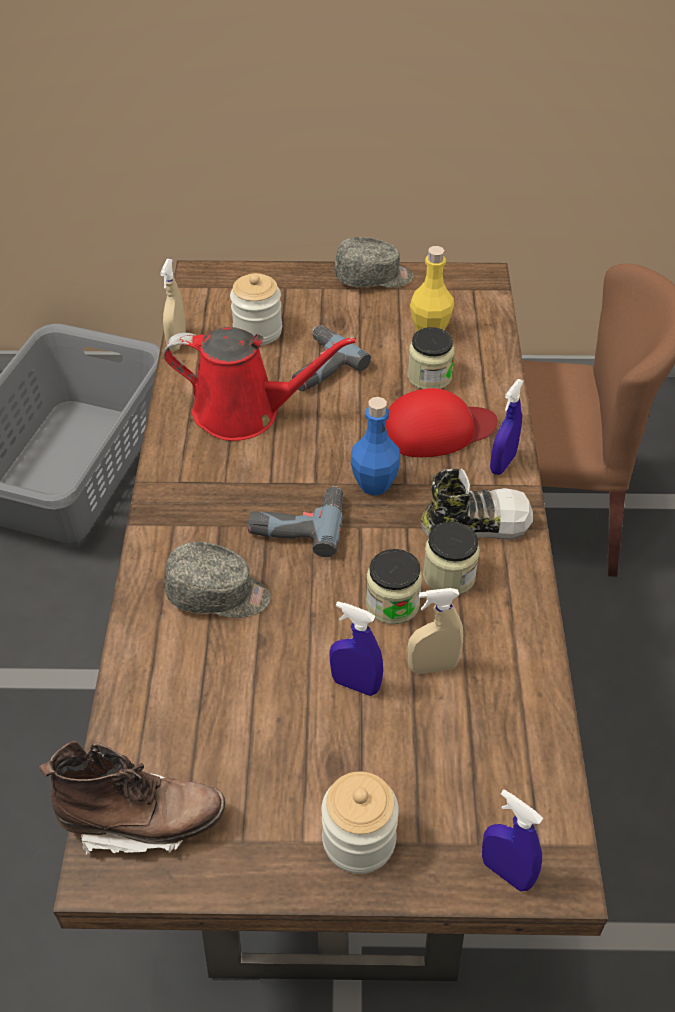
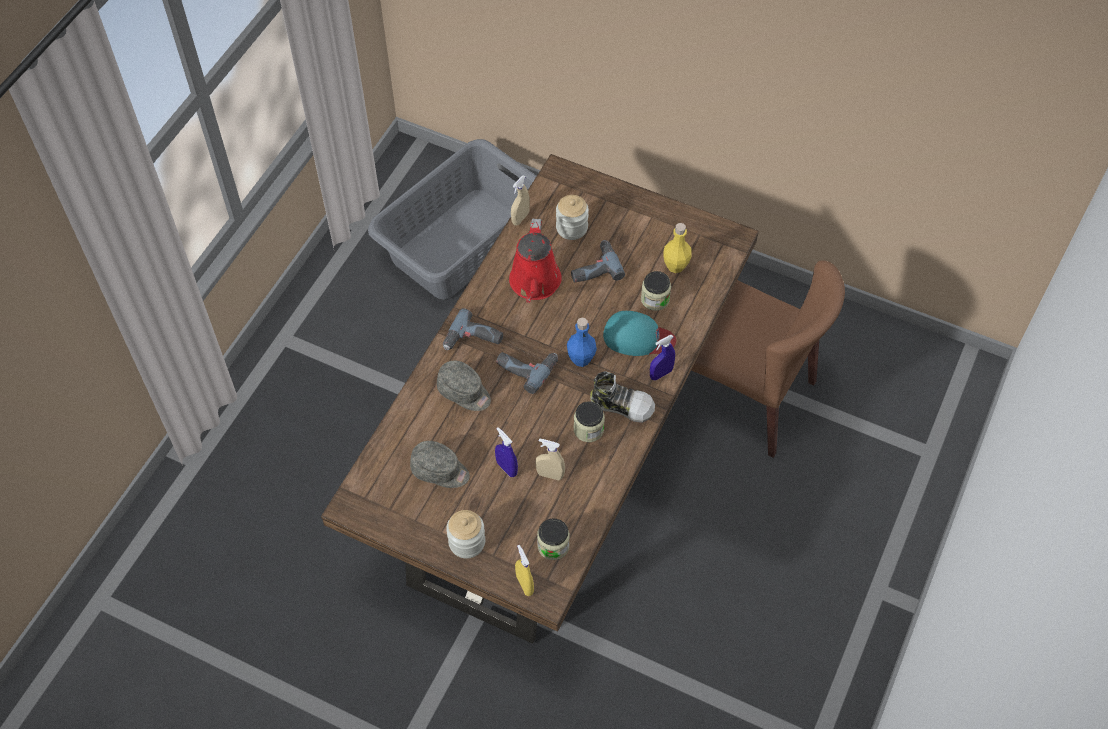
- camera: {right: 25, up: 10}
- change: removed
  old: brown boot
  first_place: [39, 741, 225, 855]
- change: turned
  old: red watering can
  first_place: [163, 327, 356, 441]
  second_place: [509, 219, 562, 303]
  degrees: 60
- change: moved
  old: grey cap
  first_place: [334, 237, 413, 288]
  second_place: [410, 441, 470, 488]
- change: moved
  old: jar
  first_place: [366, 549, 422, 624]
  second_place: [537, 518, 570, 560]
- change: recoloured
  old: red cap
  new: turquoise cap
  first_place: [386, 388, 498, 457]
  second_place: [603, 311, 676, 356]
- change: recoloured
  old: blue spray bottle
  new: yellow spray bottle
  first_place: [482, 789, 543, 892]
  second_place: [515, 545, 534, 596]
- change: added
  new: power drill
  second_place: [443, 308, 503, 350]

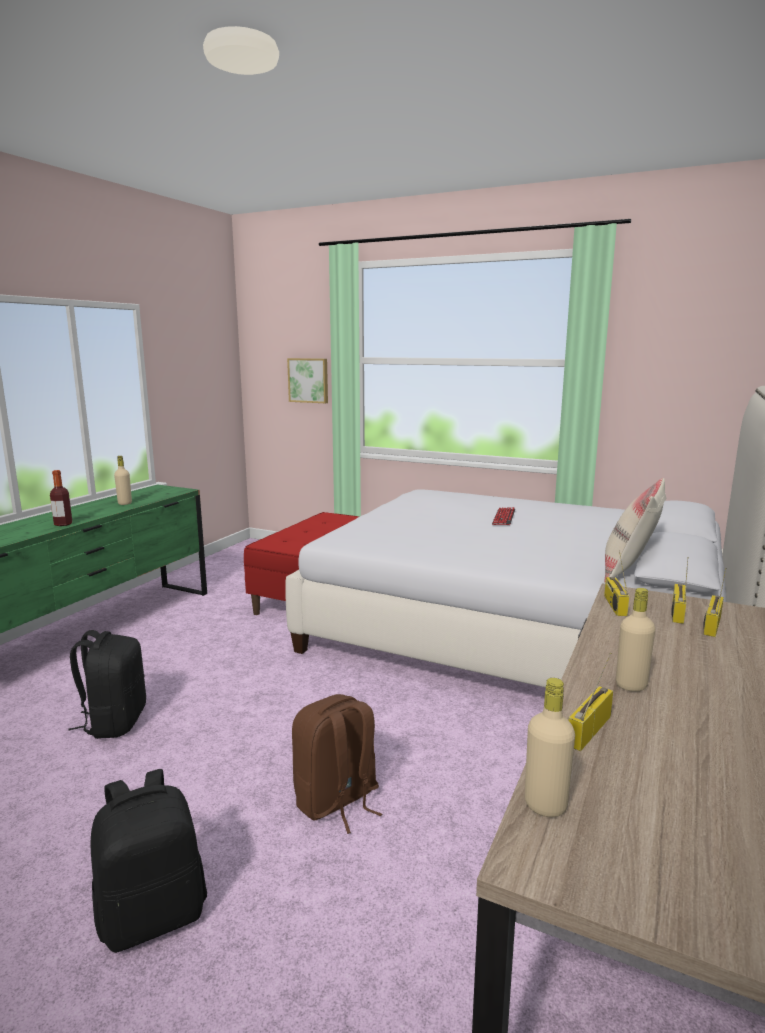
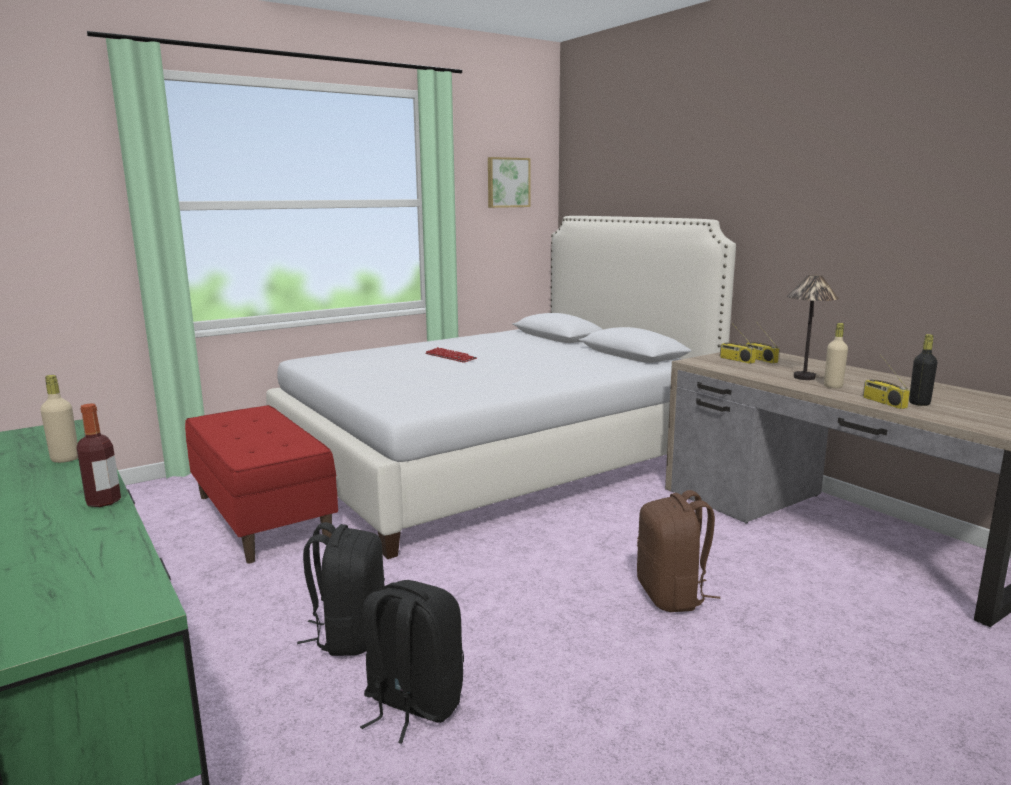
- camera: {right: -60, up: 0}
- change: moved
  old: black backpack
  first_place: [90, 769, 207, 953]
  second_place: [297, 522, 385, 656]
- change: moved
  old: picture
  first_place: [287, 358, 328, 403]
  second_place: [488, 157, 530, 208]
- change: removed
  old: beige bottle
  first_place: [525, 678, 575, 817]
- change: removed
  old: radio
  first_place: [604, 550, 629, 616]
- change: removed
  old: beige pillow
  first_place: [605, 478, 666, 583]
- change: added
  new: table lamp
  second_place: [787, 275, 839, 380]
- change: added
  new: black bottle
  second_place: [909, 334, 937, 406]

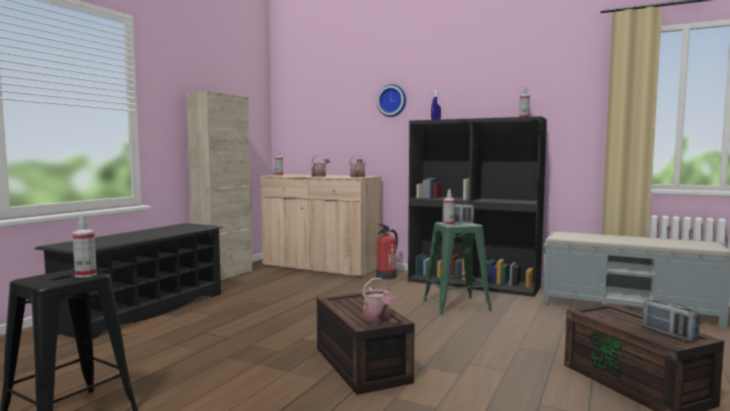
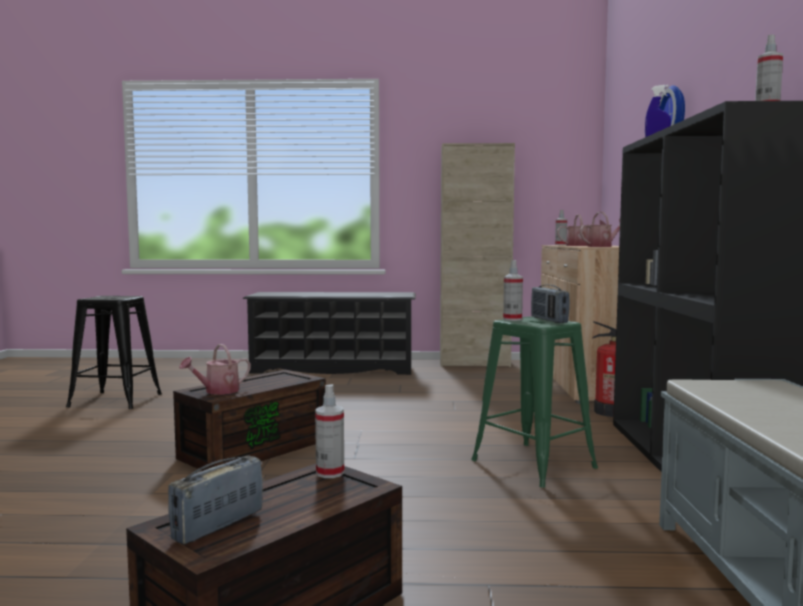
- camera: {right: 65, up: 0}
- change: moved
  old: spray bottle
  first_place: [72, 215, 97, 278]
  second_place: [315, 384, 344, 478]

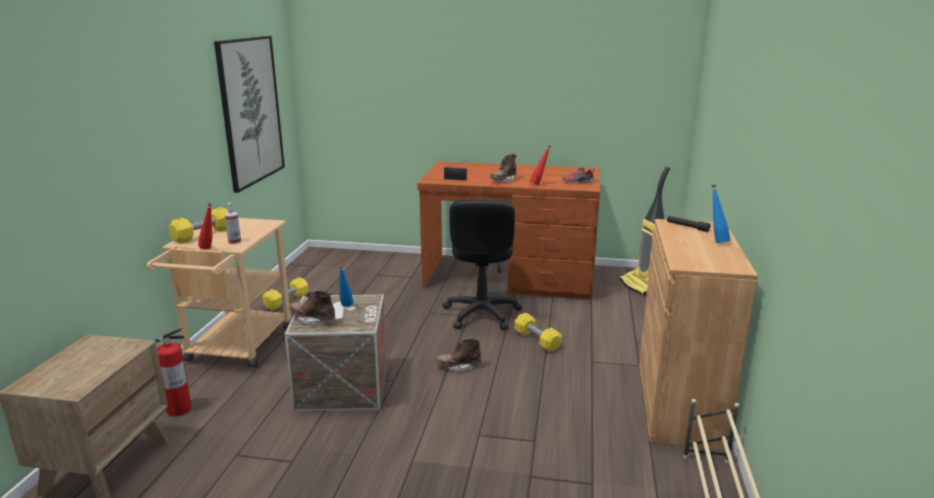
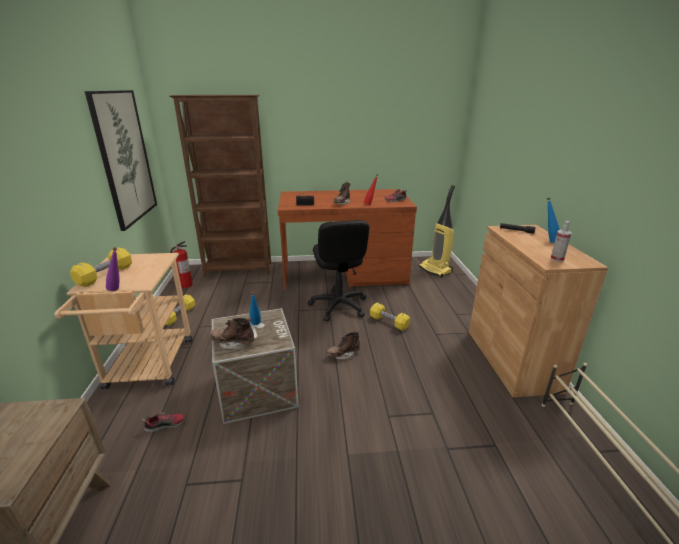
- camera: {right: -15, up: 5}
- change: moved
  old: fire extinguisher
  first_place: [154, 328, 192, 416]
  second_place: [170, 241, 193, 288]
- change: recoloured
  old: red bottle
  new: purple bottle
  first_place: [198, 203, 213, 249]
  second_place: [106, 247, 120, 291]
- change: moved
  old: spray bottle
  first_place: [225, 203, 241, 244]
  second_place: [550, 221, 572, 262]
- change: added
  new: shoe
  second_place: [142, 411, 186, 433]
- change: added
  new: brown bookcase
  second_place: [170, 95, 271, 277]

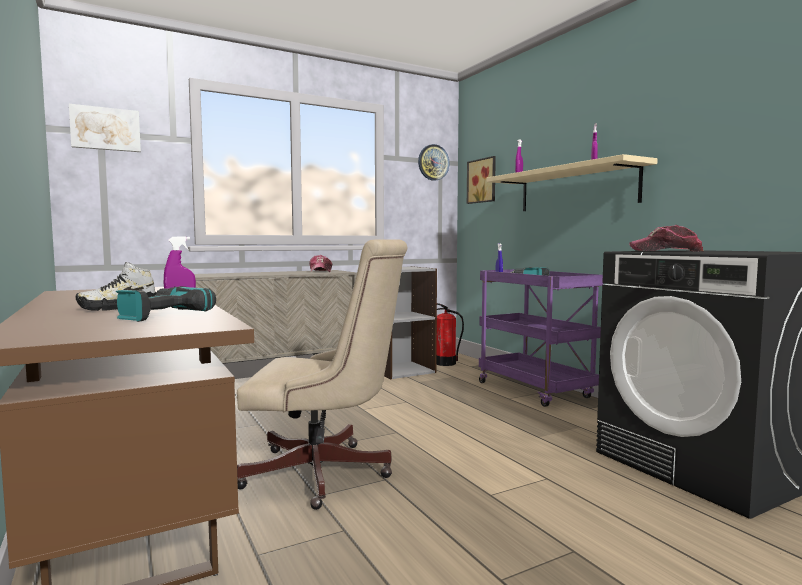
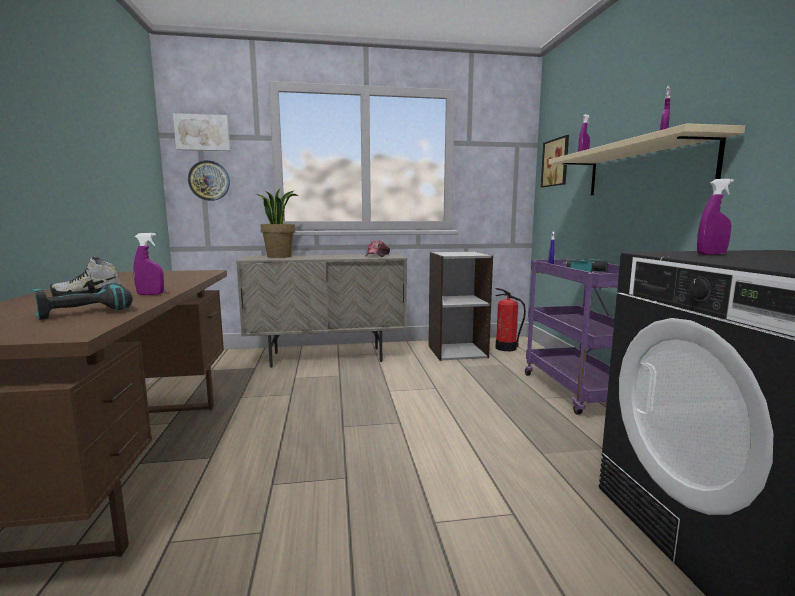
- camera: {right: 20, up: 5}
- change: removed
  old: beige office chair
  first_place: [237, 239, 407, 510]
- change: moved
  old: wall clock
  first_place: [418, 144, 450, 181]
  second_place: [188, 160, 230, 201]
- change: replaced
  old: cap
  new: purple spray bottle
  first_place: [629, 225, 704, 251]
  second_place: [697, 179, 734, 255]
- change: added
  new: potted plant
  second_place: [256, 189, 299, 258]

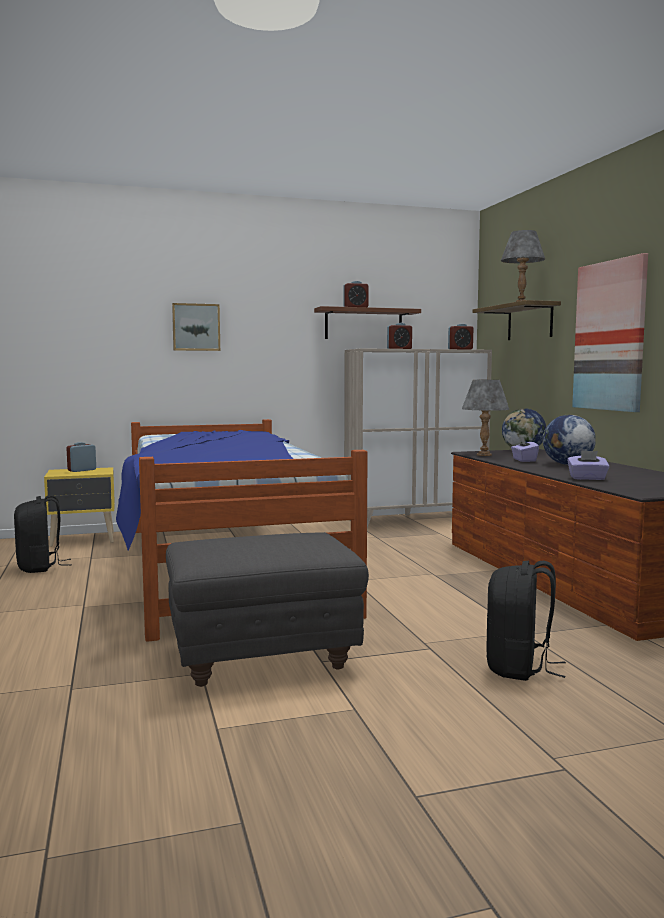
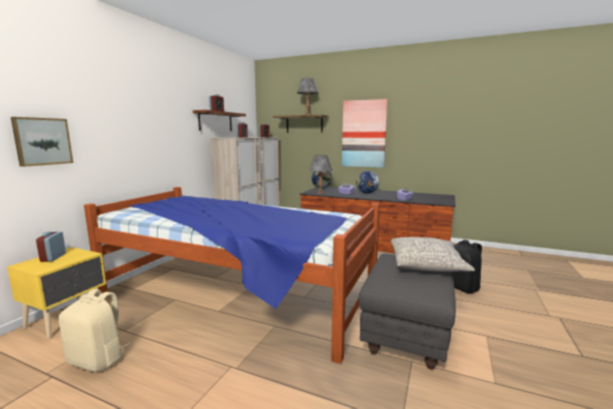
- camera: {right: -50, up: 5}
- change: recoloured
  old: black backpack
  new: beige backpack
  first_place: [14, 495, 72, 573]
  second_place: [59, 289, 130, 372]
- change: moved
  old: picture
  first_place: [172, 303, 220, 351]
  second_place: [11, 117, 73, 167]
- change: added
  new: grey pillow
  second_place: [391, 237, 475, 272]

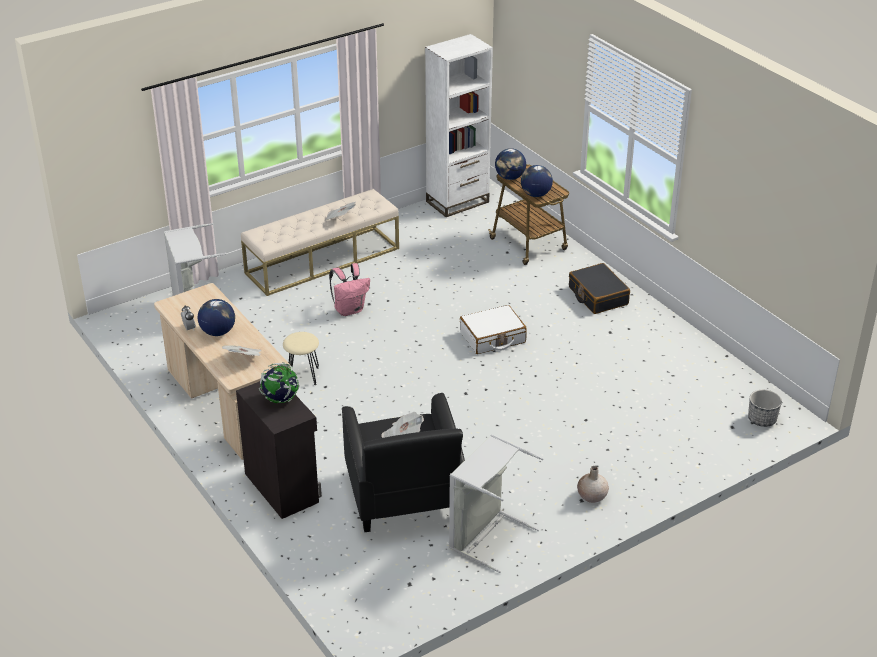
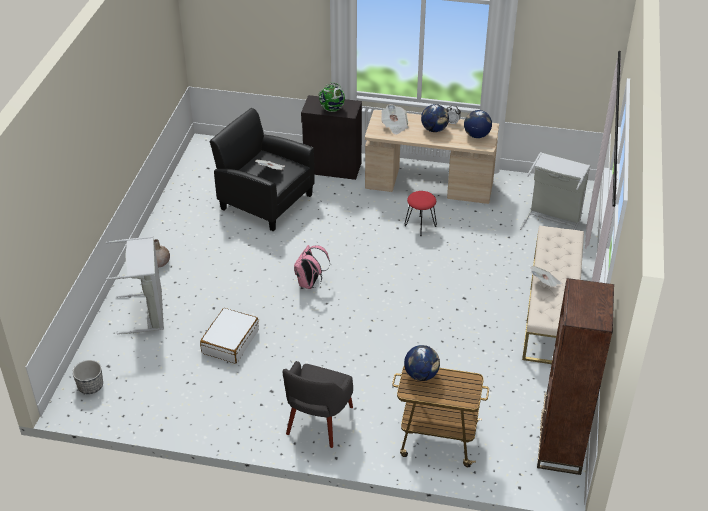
- camera: {right: 135, up: 5}
- change: recoloured
  old: beige stool
  new: red stool
  first_place: [283, 332, 319, 385]
  second_place: [404, 191, 437, 236]
- change: moved
  old: pink backpack
  first_place: [329, 263, 370, 316]
  second_place: [294, 245, 330, 289]
- change: recoloured
  old: white bookcase
  new: brown bookcase
  first_place: [425, 34, 493, 217]
  second_place: [537, 278, 614, 475]
- change: moved
  old: grey laundry basket
  first_place: [449, 434, 543, 573]
  second_place: [106, 236, 164, 335]
- change: moved
  old: white suitcase
  first_place: [460, 305, 527, 354]
  second_place: [200, 308, 259, 364]
- change: moved
  old: globe
  first_place: [495, 148, 526, 180]
  second_place: [464, 110, 492, 138]
- change: replaced
  old: black suitcase
  new: grey armchair
  first_place: [569, 263, 630, 314]
  second_place: [283, 361, 353, 448]

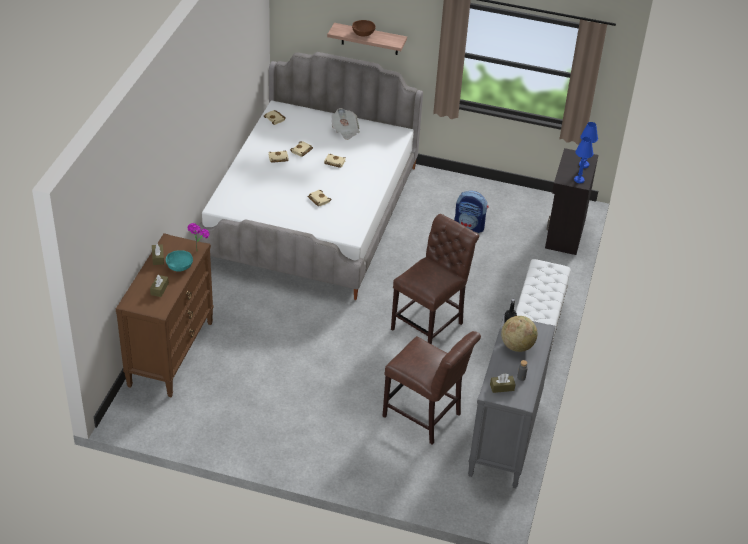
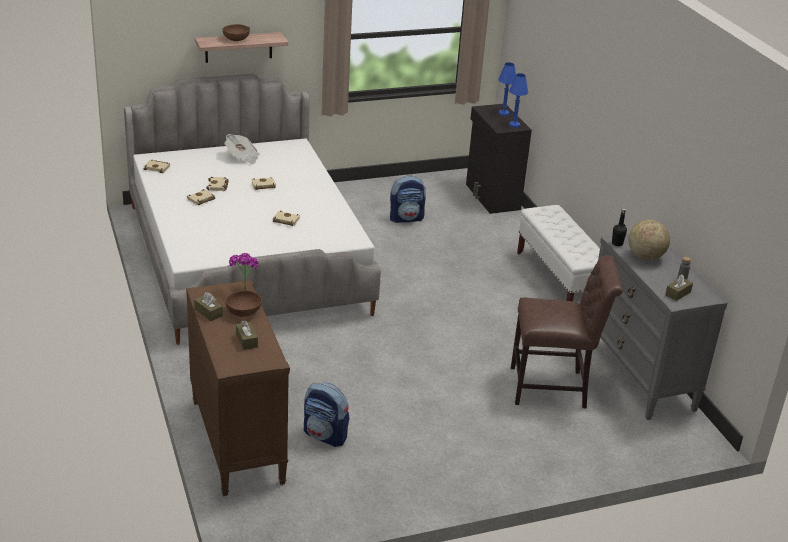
- camera: {right: -35, up: -10}
- change: recoloured
  old: turquoise bowl
  new: brown bowl
  first_place: [166, 250, 193, 271]
  second_place: [225, 290, 262, 317]
- change: removed
  old: brown chair
  first_place: [391, 214, 479, 345]
- change: added
  new: backpack
  second_place: [304, 382, 350, 447]

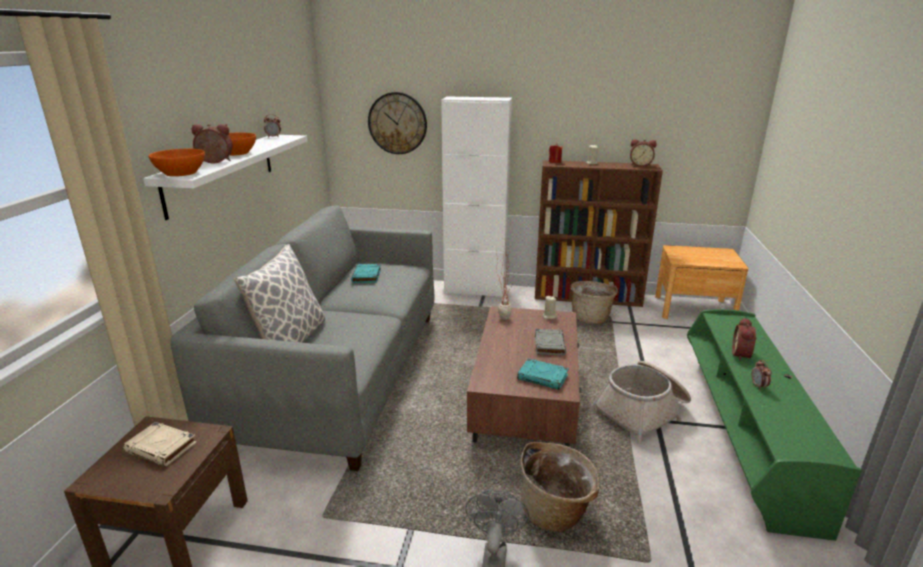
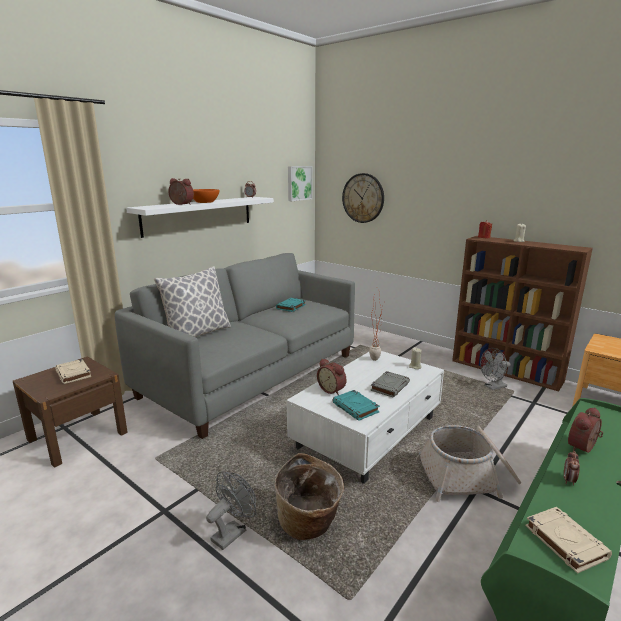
- camera: {right: 30, up: -5}
- change: removed
  old: orange bowl
  first_place: [149, 149, 205, 177]
- change: removed
  old: white cabinet
  first_place: [441, 96, 512, 297]
- change: recoloured
  old: brown coffee table
  new: white coffee table
  first_place: [467, 306, 581, 447]
  second_place: [287, 351, 444, 484]
- change: replaced
  old: basket
  new: grey fan
  first_place: [570, 281, 618, 324]
  second_place: [480, 348, 511, 390]
- change: moved
  old: alarm clock
  first_place: [630, 139, 657, 167]
  second_place: [317, 359, 347, 395]
- change: added
  new: picture
  second_place: [288, 166, 312, 201]
- change: added
  new: beige book
  second_place: [525, 507, 612, 574]

